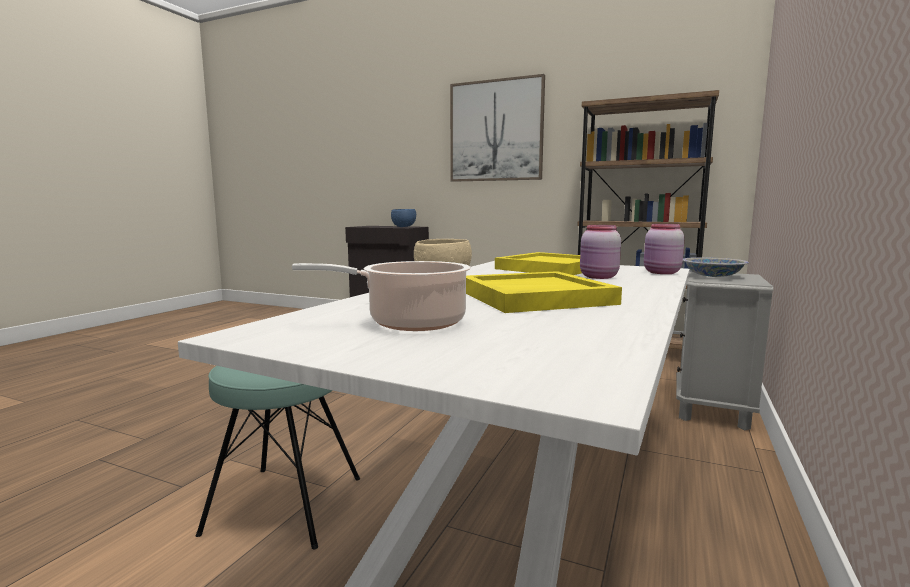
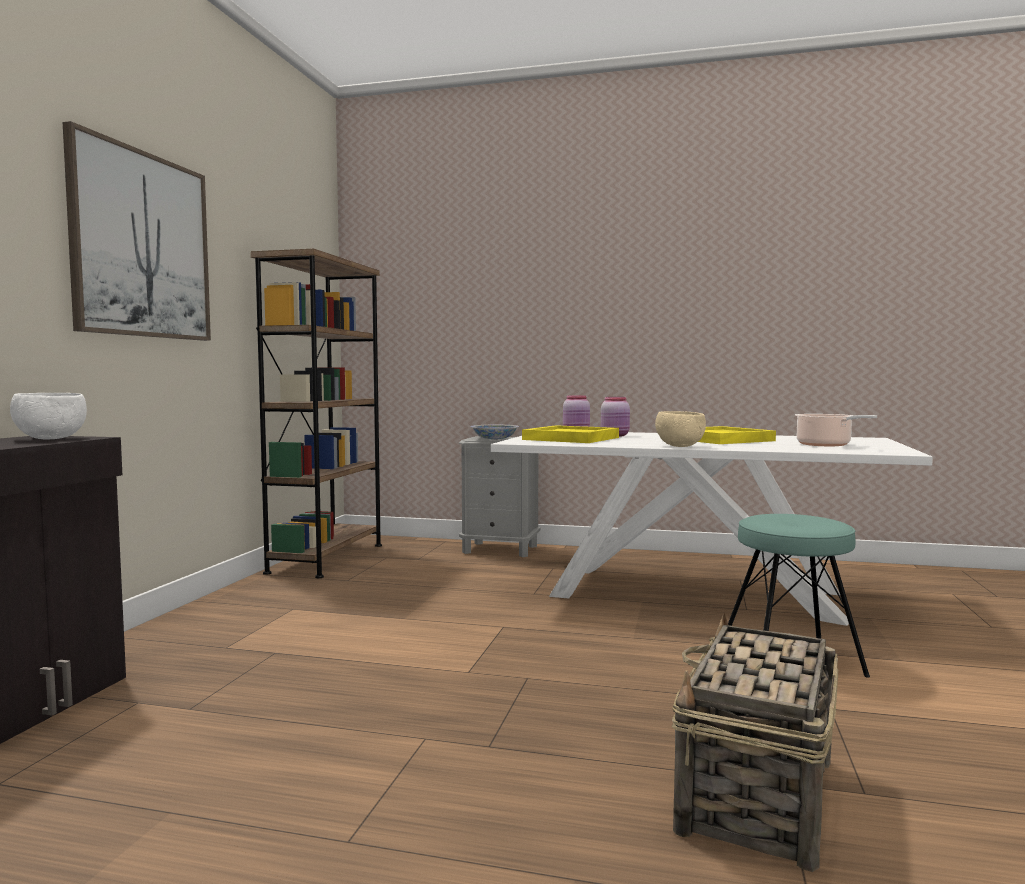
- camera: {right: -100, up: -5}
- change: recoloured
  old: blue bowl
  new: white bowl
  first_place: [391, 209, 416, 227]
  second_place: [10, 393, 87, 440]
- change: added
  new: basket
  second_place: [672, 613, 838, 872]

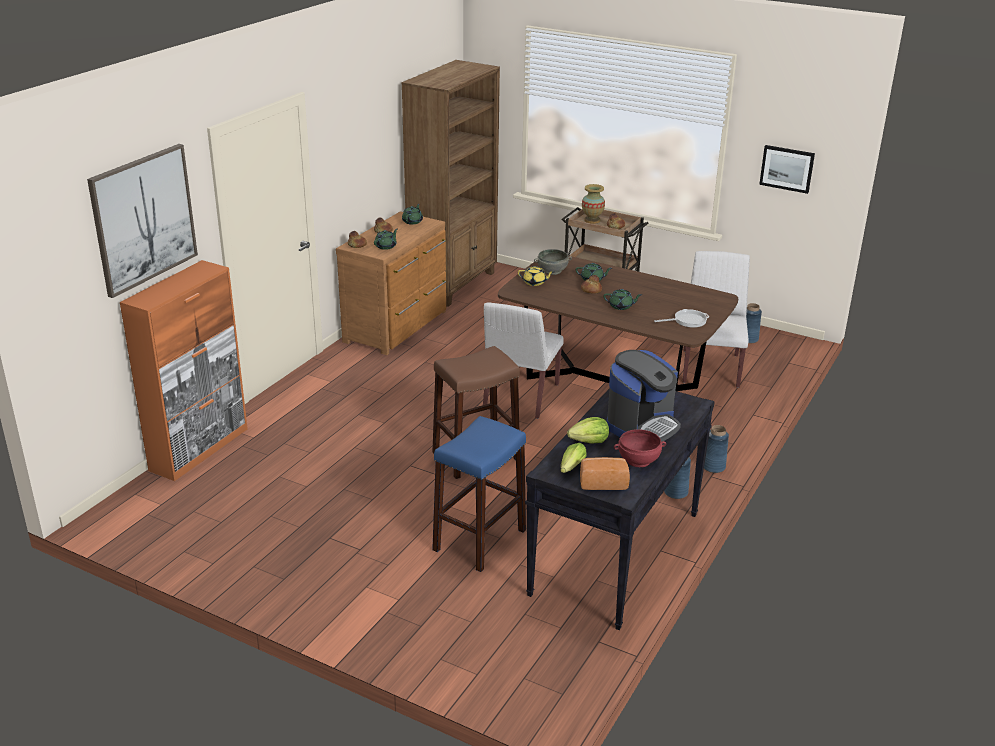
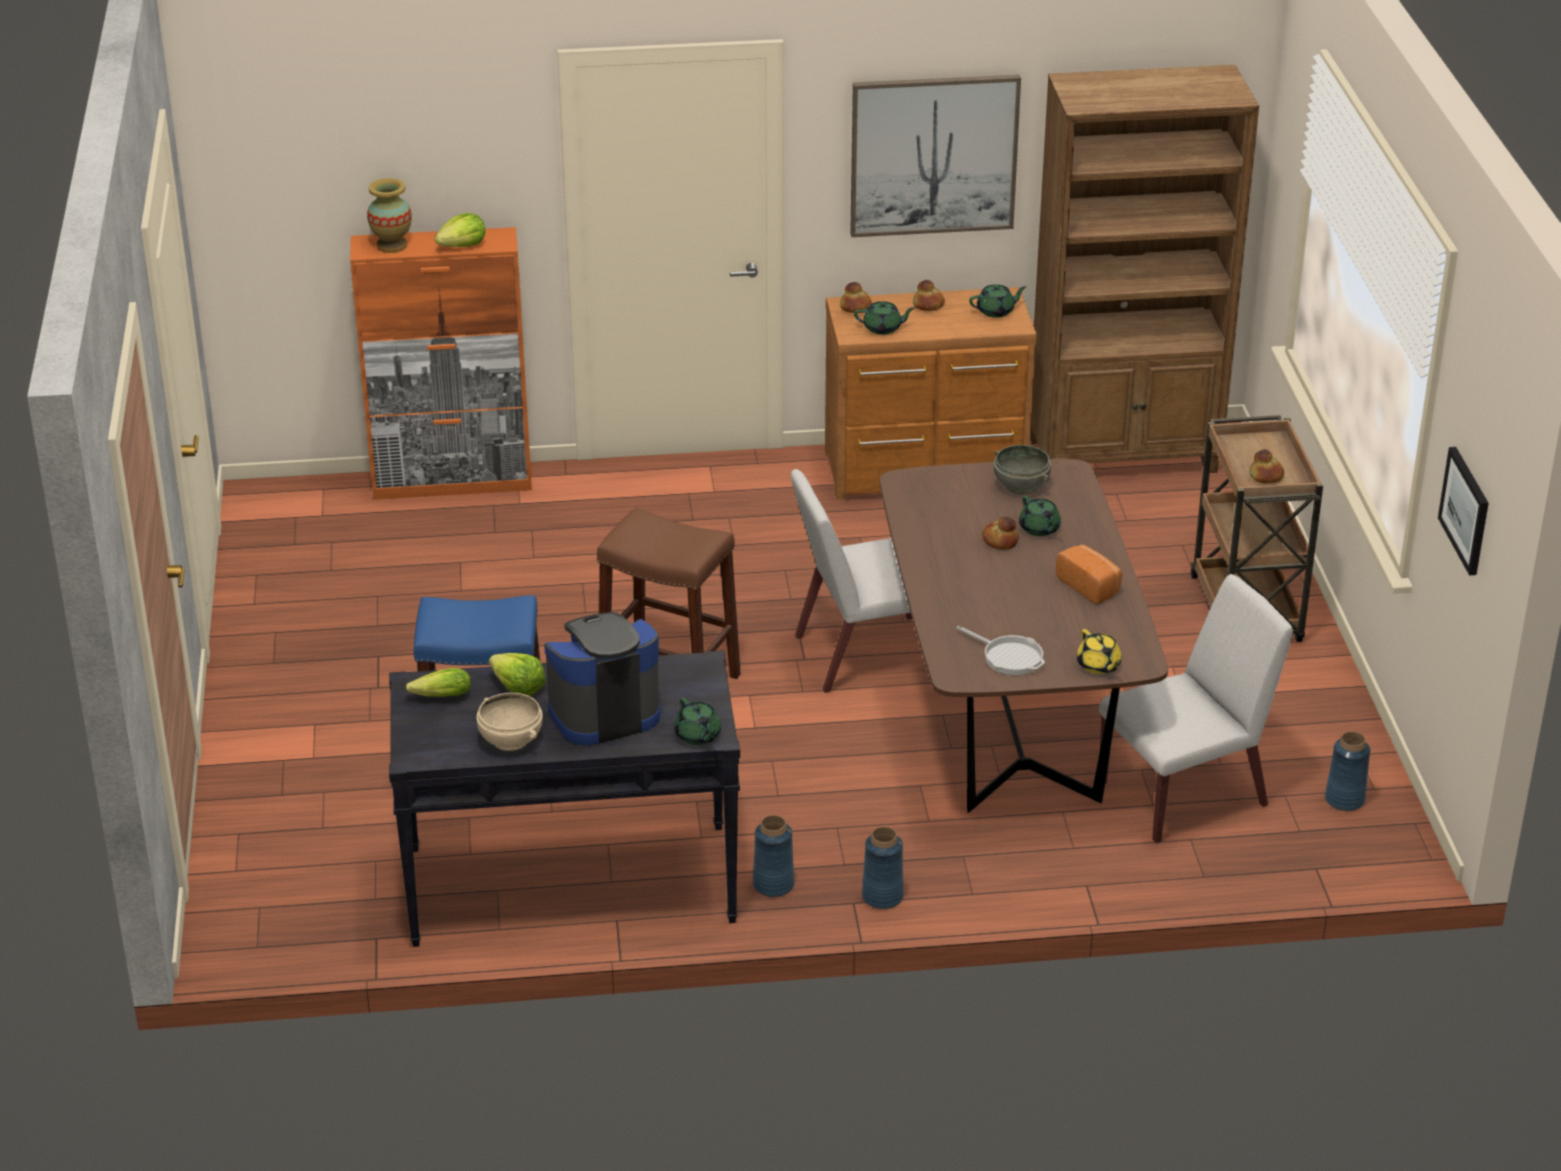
- camera: {right: 55, up: 5}
- change: moved
  old: picture
  first_place: [87, 144, 198, 298]
  second_place: [850, 75, 1021, 237]
- change: moved
  old: yellow teapot
  first_place: [518, 266, 554, 286]
  second_place: [1077, 629, 1122, 674]
- change: moved
  old: bread
  first_place: [580, 457, 630, 490]
  second_place: [1056, 545, 1122, 604]
- change: moved
  old: vase
  first_place: [582, 184, 605, 224]
  second_place: [367, 178, 412, 253]
- change: moved
  old: green teapot
  first_place: [604, 289, 642, 310]
  second_place: [674, 698, 721, 745]
- change: turned
  old: coffee machine
  first_place: [607, 350, 681, 442]
  second_place: [544, 612, 661, 745]
  degrees: 150
- change: recoloured
  old: red bowl
  new: beige bowl
  first_place: [614, 429, 666, 467]
  second_place: [477, 693, 543, 751]
- change: added
  new: lettuce
  second_place: [435, 213, 486, 247]

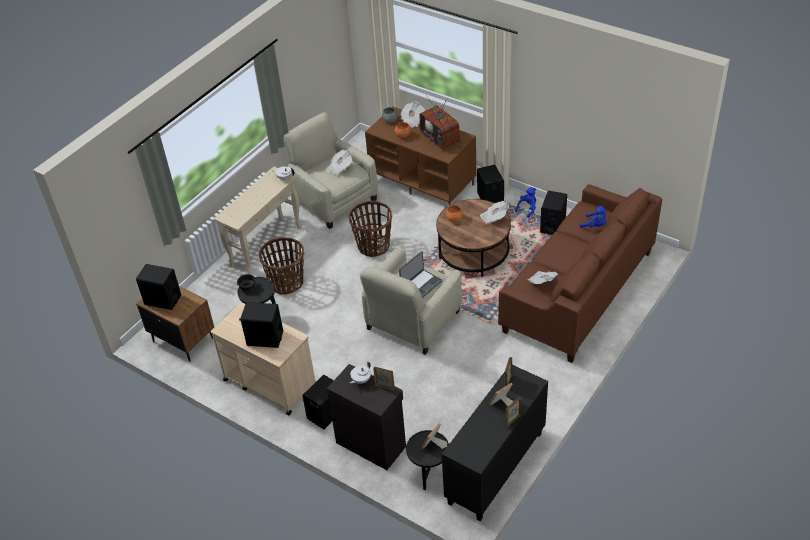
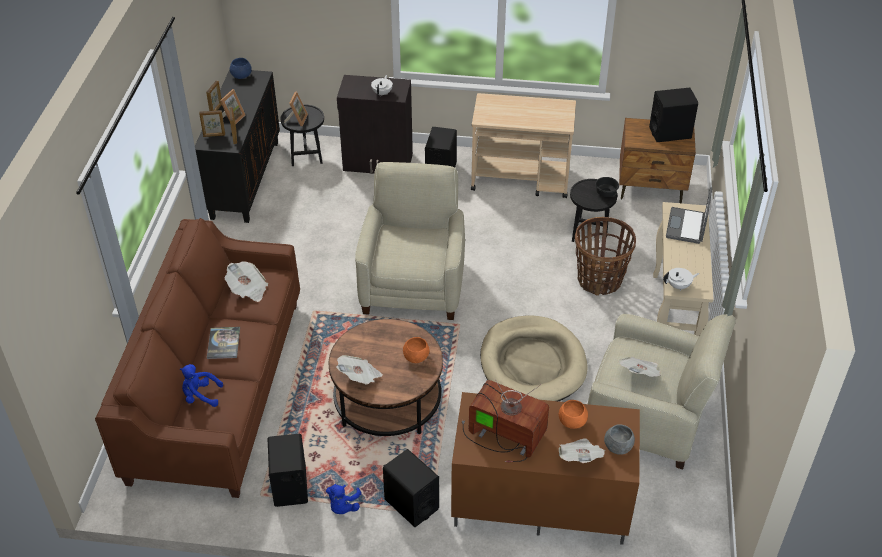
- camera: {right: 150, up: 0}
- change: removed
  old: black speaker
  first_place: [239, 302, 283, 348]
- change: replaced
  old: basket
  new: beige dog bed
  first_place: [349, 201, 392, 257]
  second_place: [480, 316, 588, 401]
- change: moved
  old: picture frame
  first_place: [373, 367, 395, 390]
  second_place: [199, 110, 225, 137]
- change: moved
  old: laptop
  first_place: [399, 251, 442, 298]
  second_place: [666, 187, 712, 244]
- change: added
  new: book
  second_place: [207, 327, 240, 359]
- change: added
  new: blue bowl
  second_place: [230, 58, 252, 79]

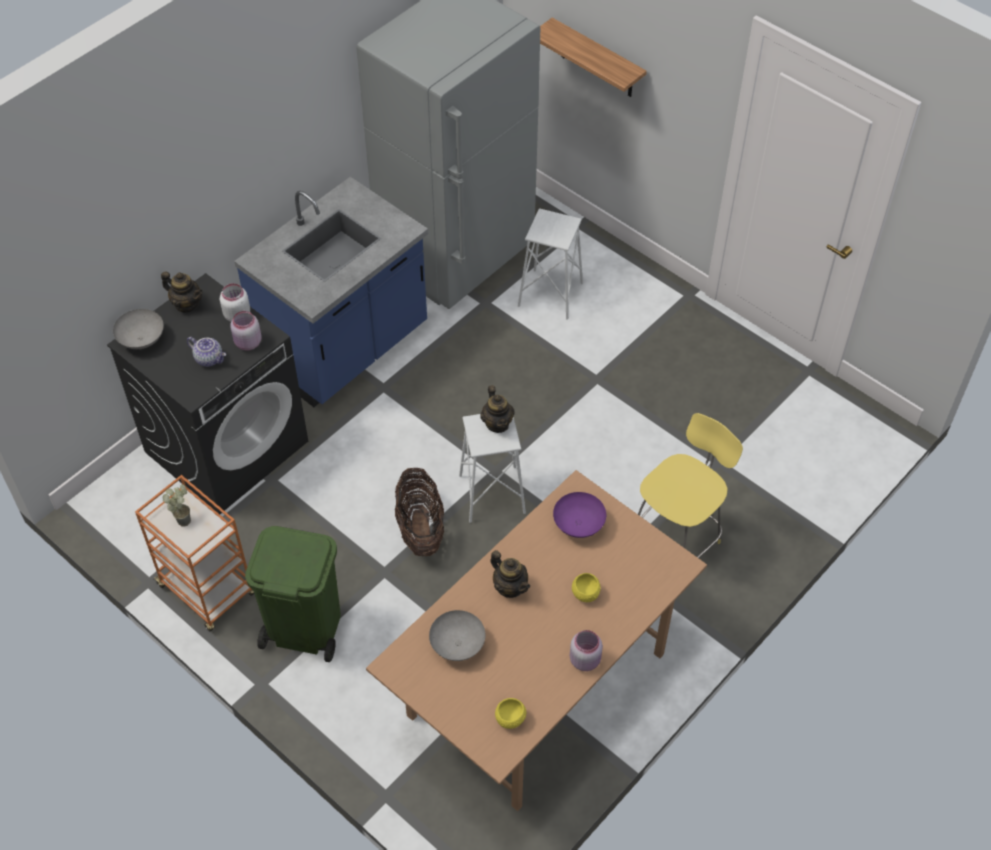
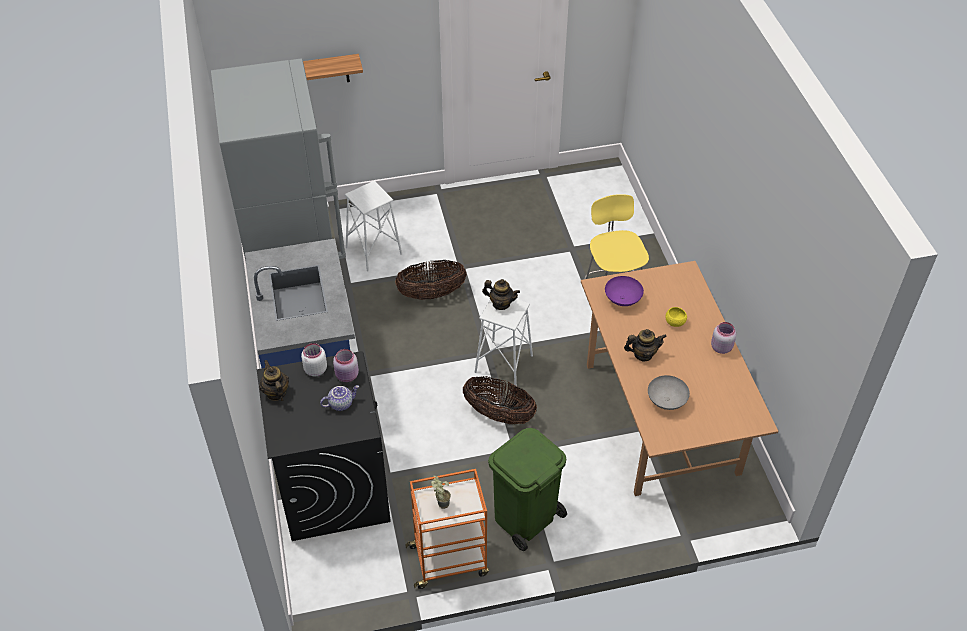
- camera: {right: -55, up: -5}
- change: removed
  old: grey bowl
  first_place: [113, 309, 164, 349]
- change: turned
  old: teapot
  first_place: [161, 271, 203, 312]
  second_place: [259, 360, 289, 401]
  degrees: -90
- change: removed
  old: yellow bowl
  first_place: [495, 698, 526, 729]
- change: added
  new: basket
  second_place: [395, 260, 467, 300]

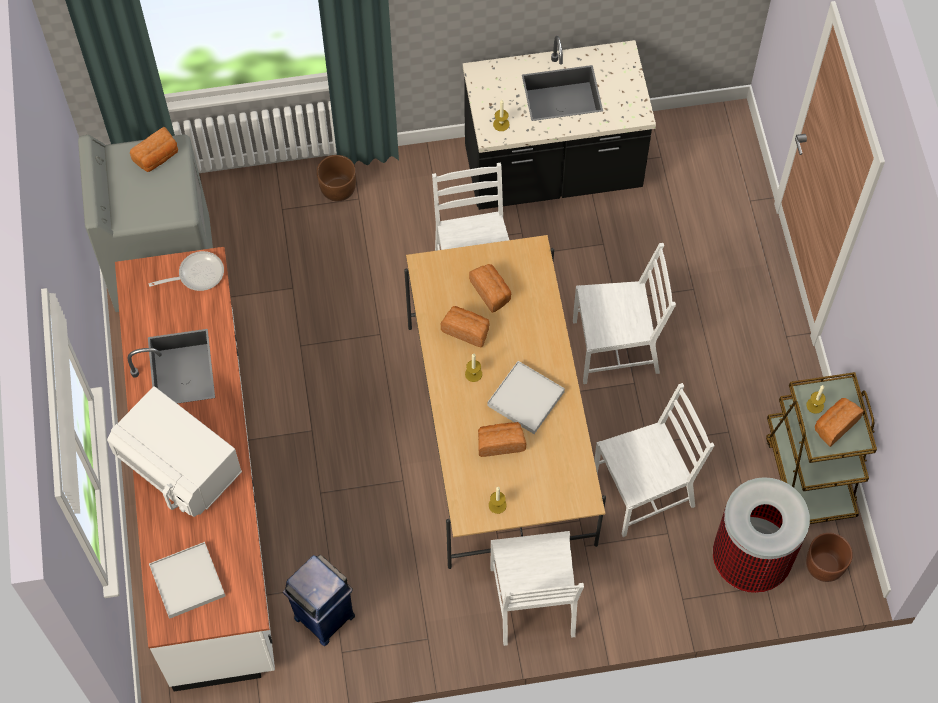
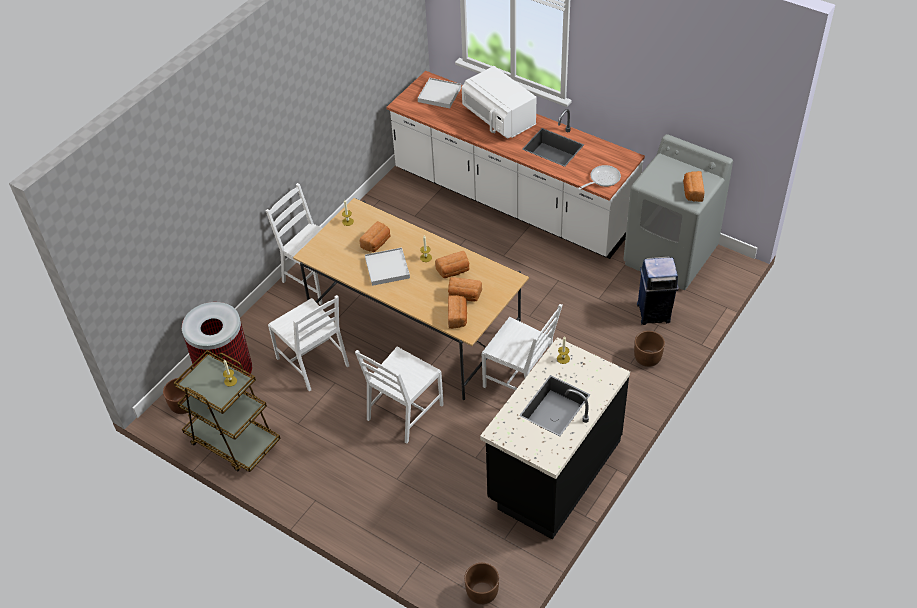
- camera: {right: 135, up: -15}
- change: turned
  old: white microwave
  first_place: [107, 386, 242, 517]
  second_place: [462, 66, 536, 139]
  degrees: -120
- change: turned
  old: frying pan
  first_place: [149, 251, 224, 291]
  second_place: [578, 165, 621, 190]
  degrees: -150
- change: moved
  old: blue trash can
  first_place: [283, 555, 355, 646]
  second_place: [637, 256, 679, 325]
- change: turned
  old: white chair
  first_place: [594, 383, 714, 537]
  second_place: [268, 295, 349, 391]
  degrees: -60
- change: moved
  old: bread
  first_place: [815, 398, 864, 447]
  second_place: [448, 295, 467, 329]
- change: added
  new: brown planter
  second_place: [464, 563, 499, 605]

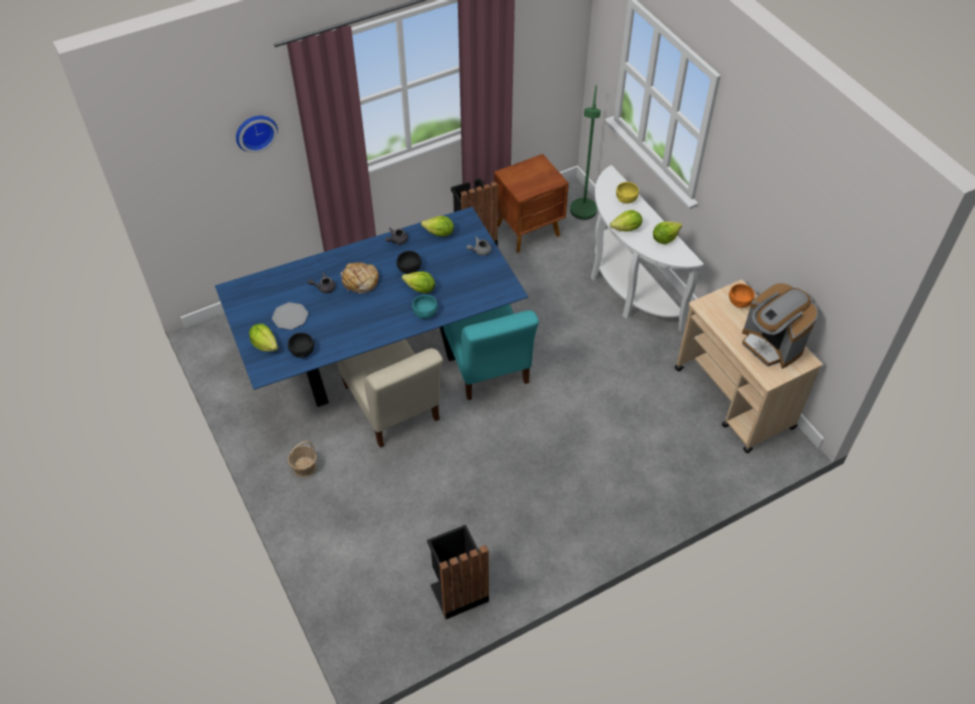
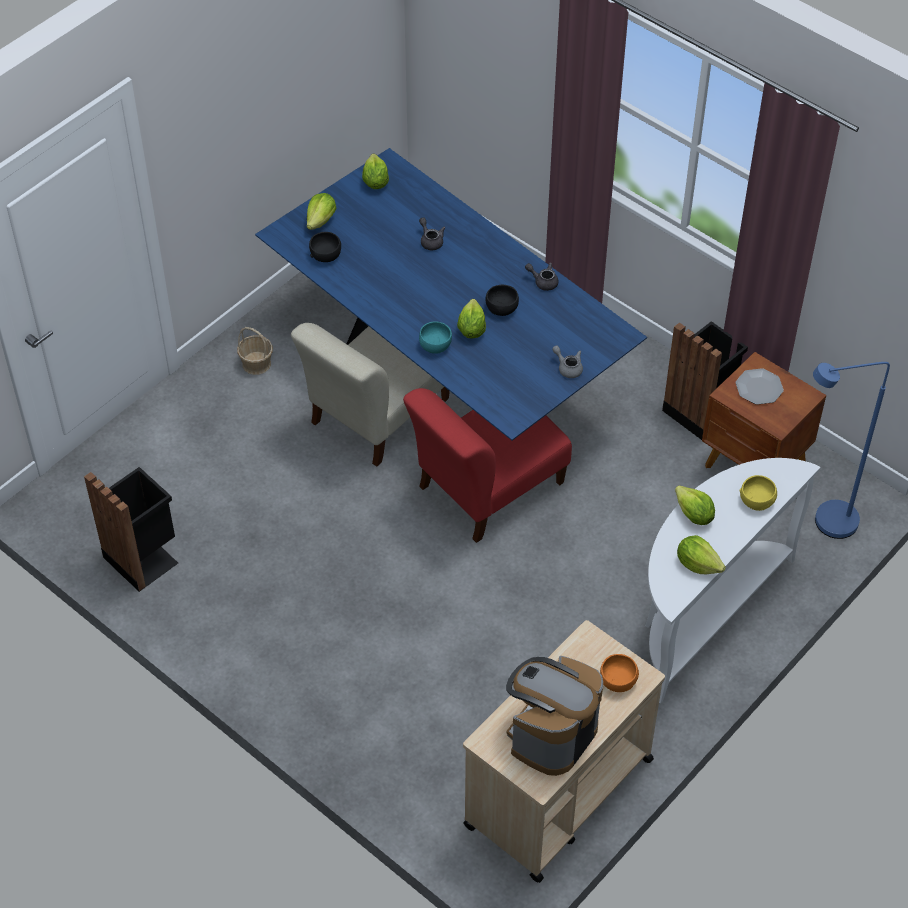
- camera: {right: 70, up: 0}
- change: removed
  old: wall clock
  first_place: [236, 116, 278, 153]
- change: moved
  old: plate
  first_place: [272, 302, 308, 330]
  second_place: [736, 368, 784, 405]
- change: removed
  old: bread
  first_place: [340, 262, 379, 293]
- change: moved
  old: lettuce
  first_place: [421, 216, 454, 237]
  second_place: [362, 154, 389, 189]
- change: recoloured
  old: turquoise chair
  new: red chair
  first_place: [443, 304, 539, 400]
  second_place: [403, 388, 572, 543]
- change: recoloured
  old: green floor lamp
  new: blue floor lamp
  first_place: [570, 85, 601, 220]
  second_place: [813, 362, 890, 539]

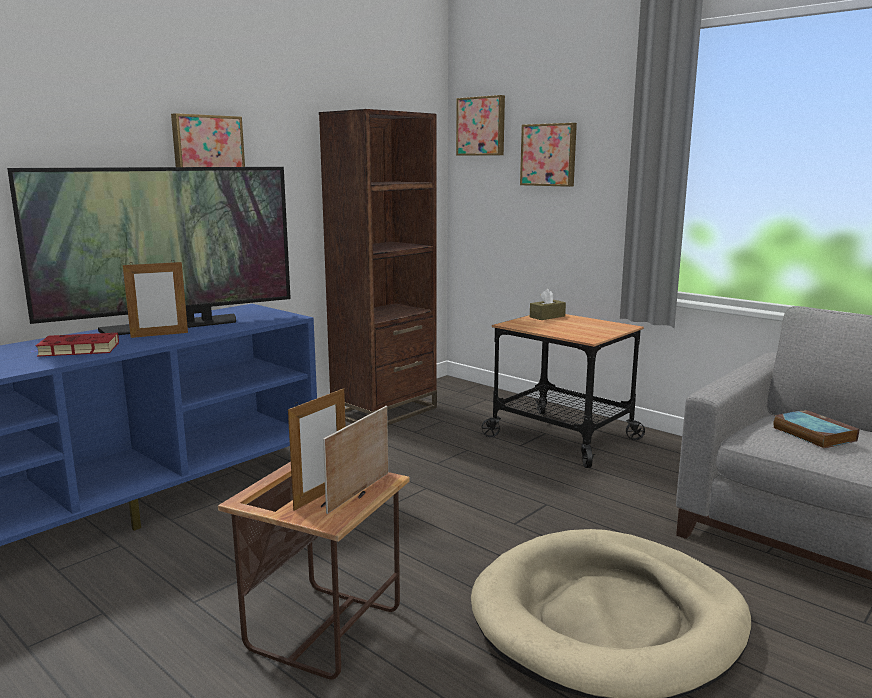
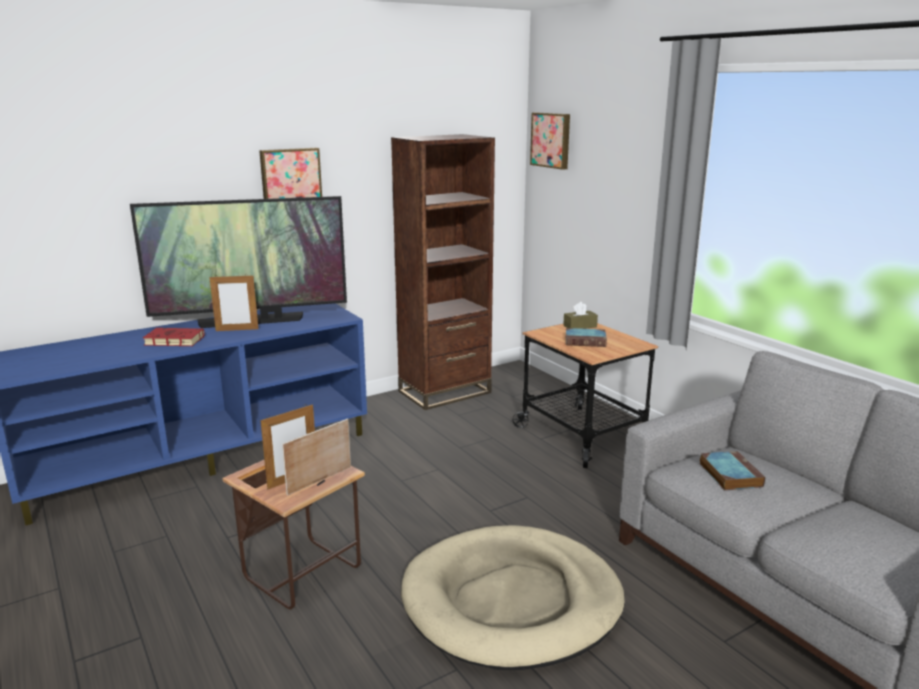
- camera: {right: 15, up: 5}
- change: removed
  old: picture
  first_place: [520, 123, 577, 187]
- change: added
  new: book
  second_place: [566, 328, 607, 347]

